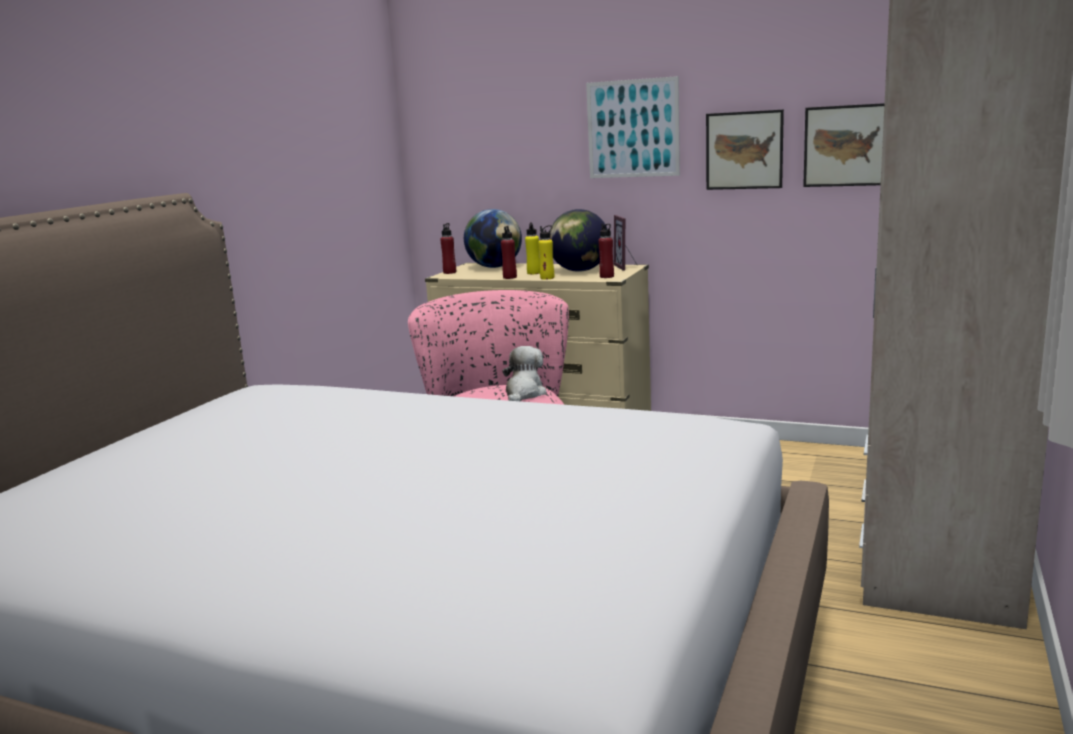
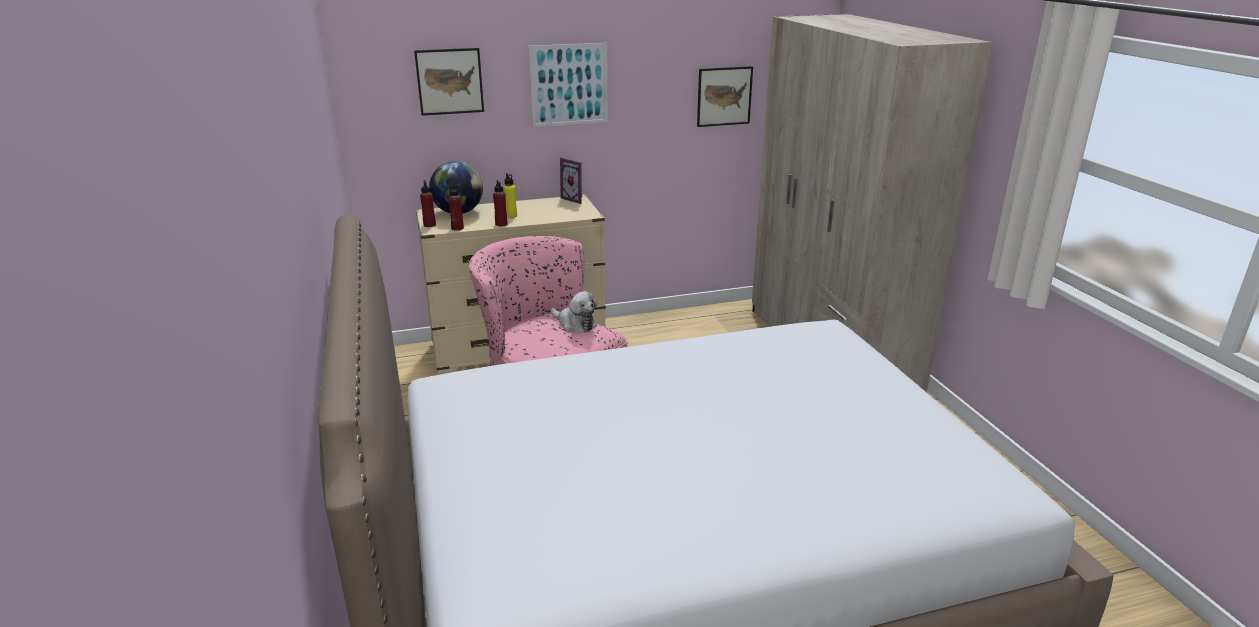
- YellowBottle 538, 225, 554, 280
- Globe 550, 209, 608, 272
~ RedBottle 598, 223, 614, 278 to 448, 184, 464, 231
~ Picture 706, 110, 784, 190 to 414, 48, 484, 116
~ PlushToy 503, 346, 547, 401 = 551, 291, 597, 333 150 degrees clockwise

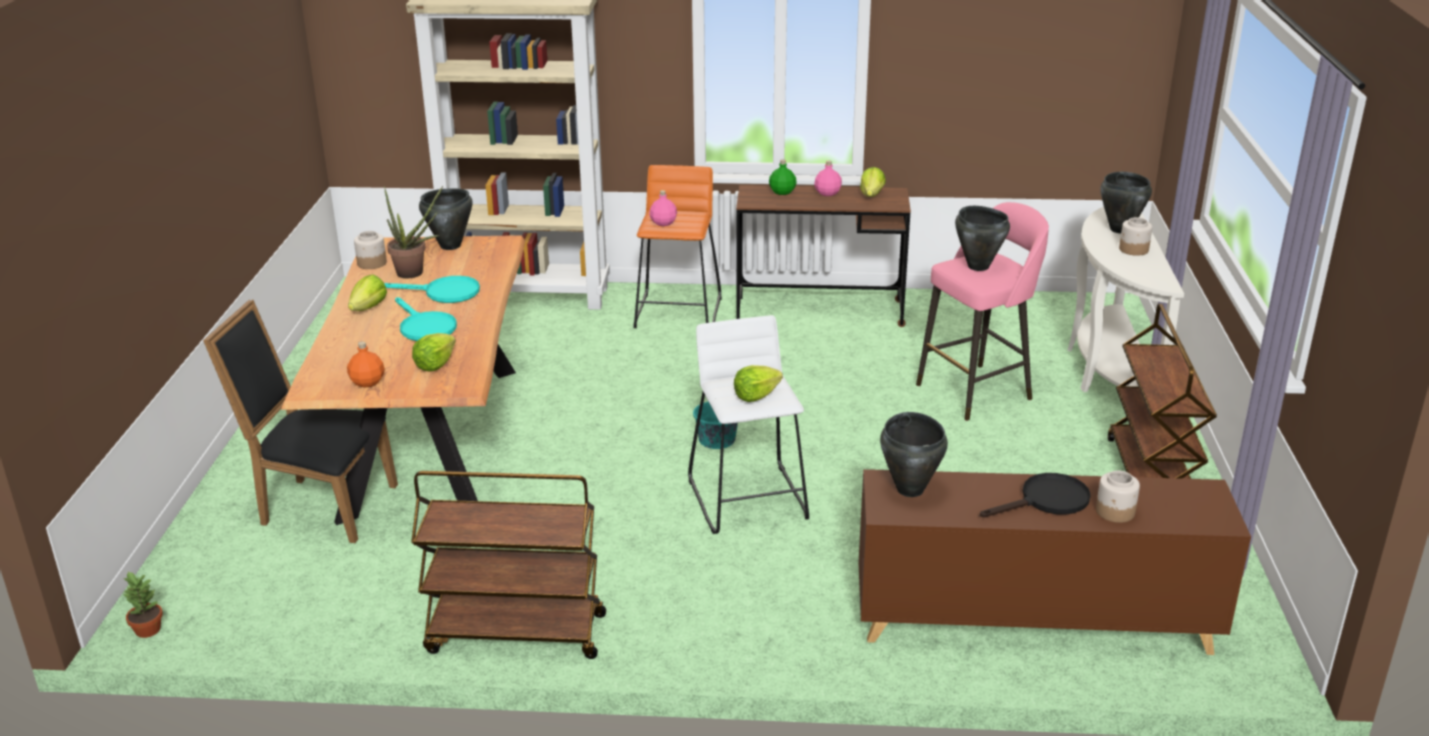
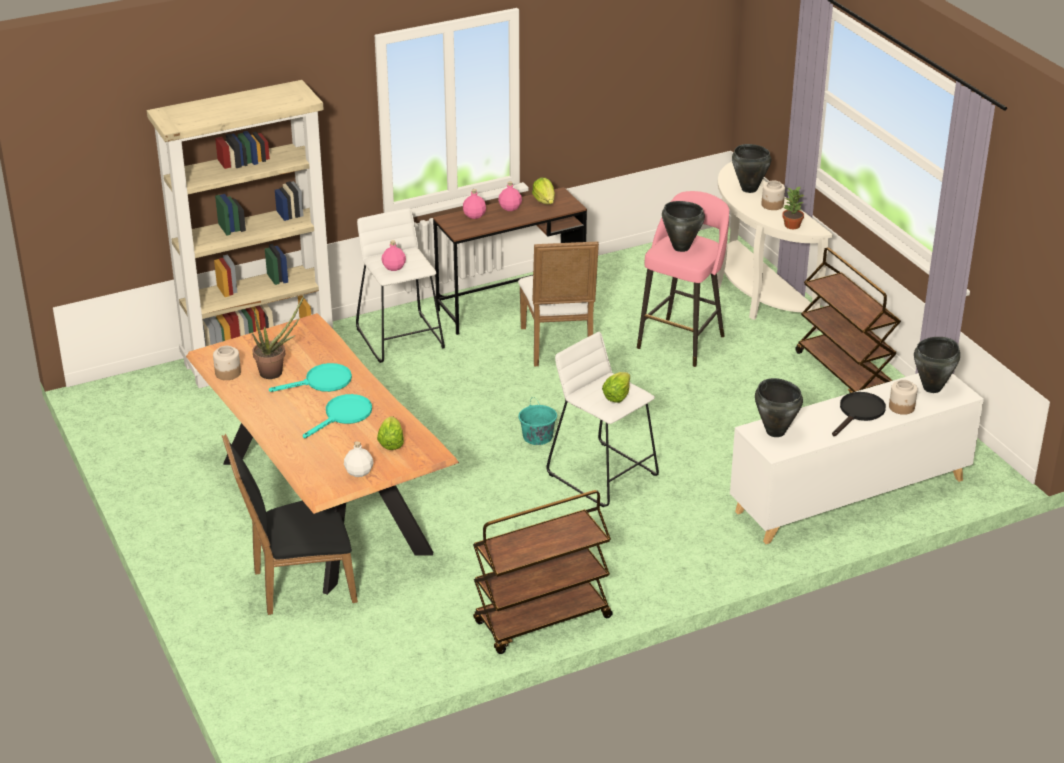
- Lettuce 348, 275, 387, 311
+ WhiteChair 518, 241, 599, 366
~ PottedPlant 122, 571, 163, 638 to 782, 186, 804, 229
~ BlackCookingPot 419, 188, 473, 250 to 914, 337, 960, 393
~ OrangeBottle 347, 341, 385, 388 to WhiteBottle 344, 441, 374, 477
~ OrangeStool 633, 165, 722, 328 to WhiteStool 356, 208, 445, 363
~ GreenBottle 769, 159, 797, 195 to PinkBottle 463, 189, 486, 219
~ BrownCabinet 858, 469, 1251, 655 to WhiteCabinet 730, 373, 984, 544
~ TurquoiseFryingPan 395, 297, 457, 341 = 303, 394, 372, 438 75 degrees counterclockwise

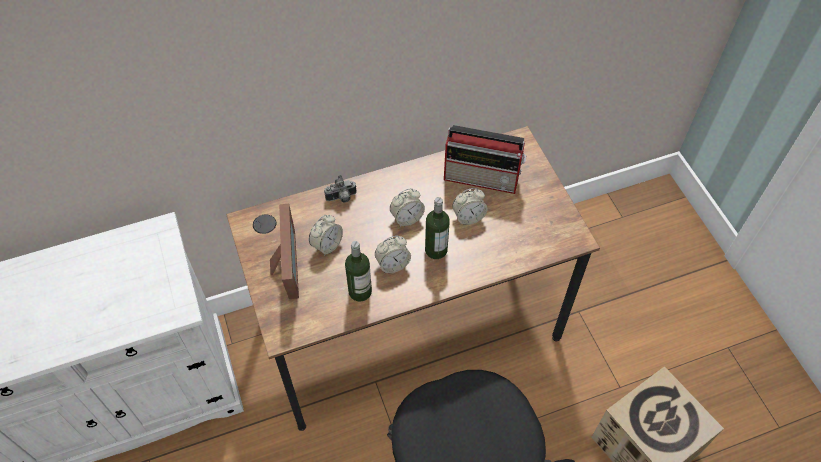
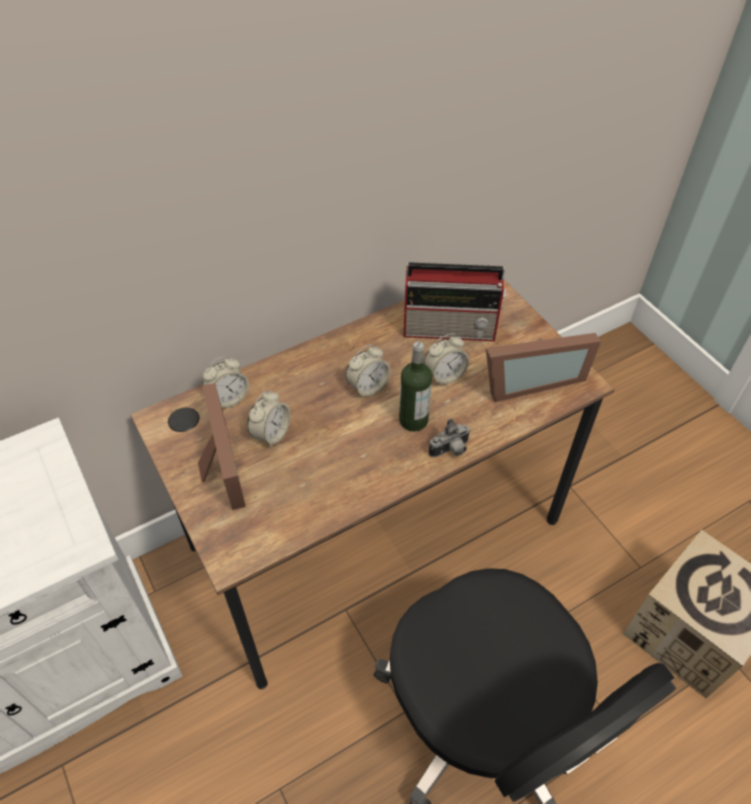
- Bottle 345, 241, 372, 302
+ PictureFrame 486, 333, 601, 402
~ PhotoCamera 324, 175, 357, 202 to 429, 419, 471, 457
~ AlarmClock 375, 236, 411, 273 to 202, 356, 249, 408

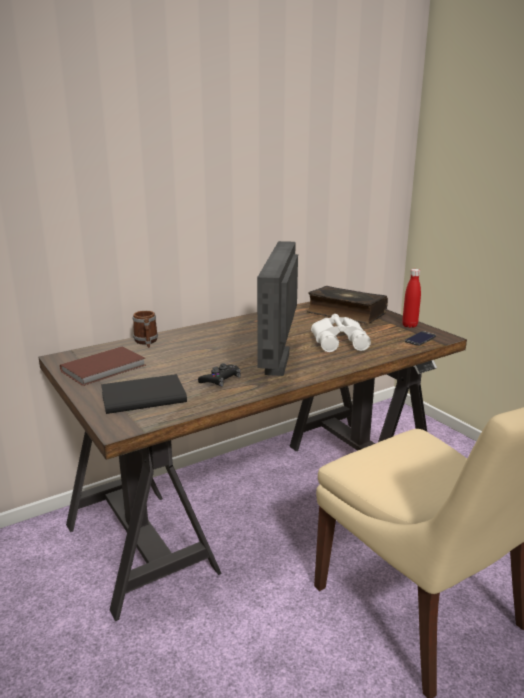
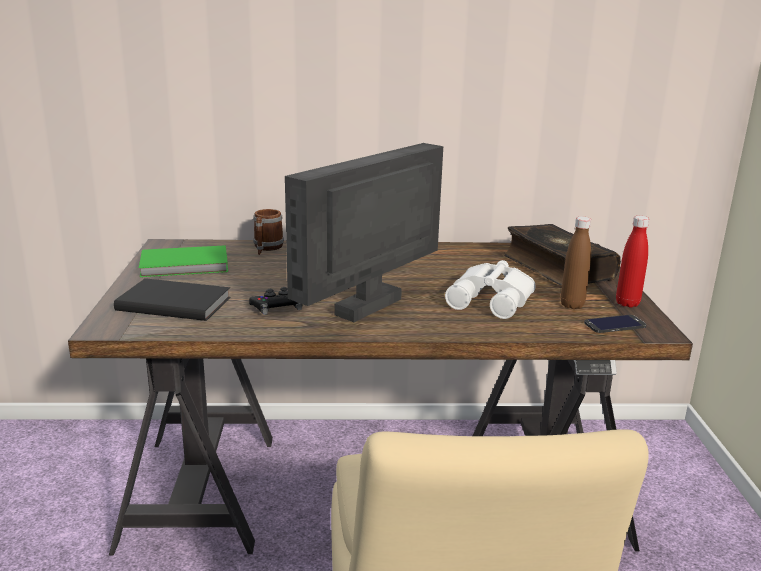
+ BrownBottle 561, 216, 591, 309
~ BrownBook 60, 346, 146, 386 to GreenBook 139, 245, 228, 277

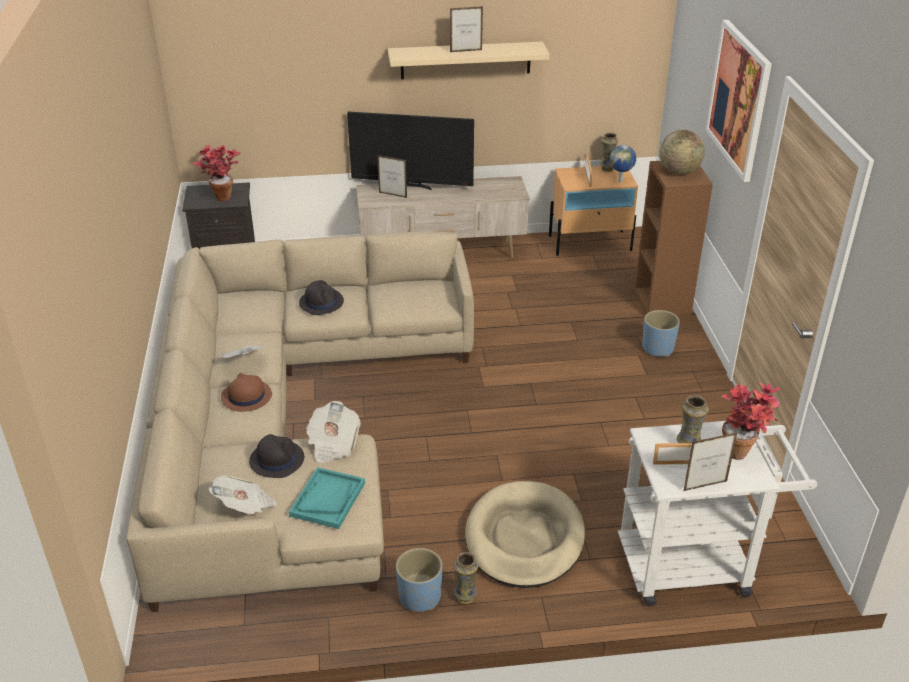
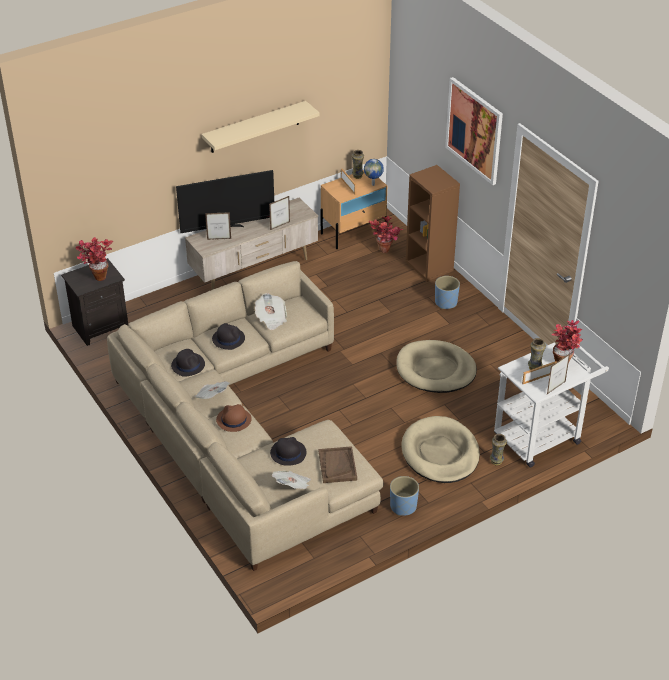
- Globe 660, 130, 705, 175
+ BlackHat 171, 349, 205, 377
+ PottedPlant 369, 216, 403, 253
+ BeigeDogBed 396, 340, 477, 393
~ Newspaper 306, 401, 361, 463 to 255, 293, 287, 330
~ PictureFrame 450, 6, 483, 52 to 269, 196, 290, 230
~ Vase 454, 552, 478, 604 to 490, 434, 507, 466
~ TurquoiseTray 289, 467, 365, 529 to BrownTray 319, 446, 357, 483

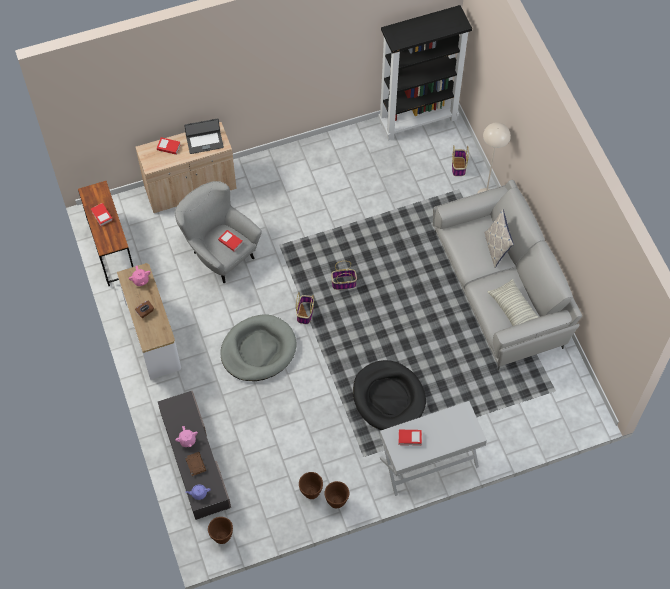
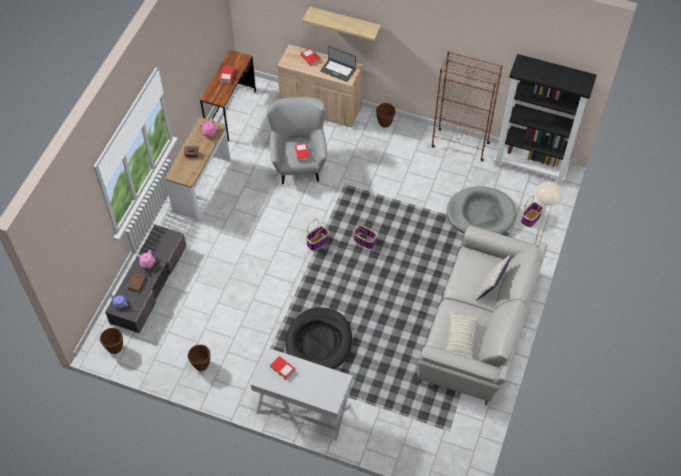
+ Shelf 302, 6, 381, 41
+ BrownBookcase 431, 51, 503, 161
~ GreyDogBed 220, 315, 296, 381 to 447, 186, 516, 234
~ BrownPlanter 324, 481, 349, 508 to 376, 103, 396, 128

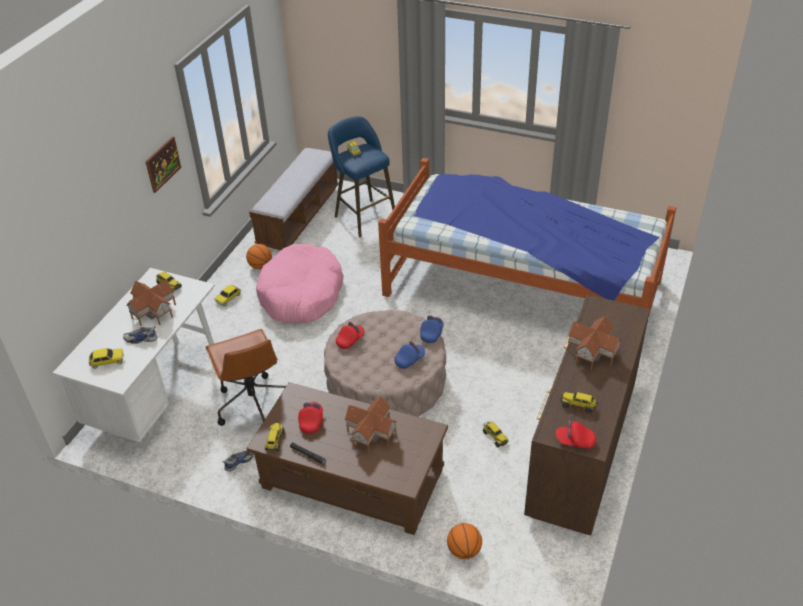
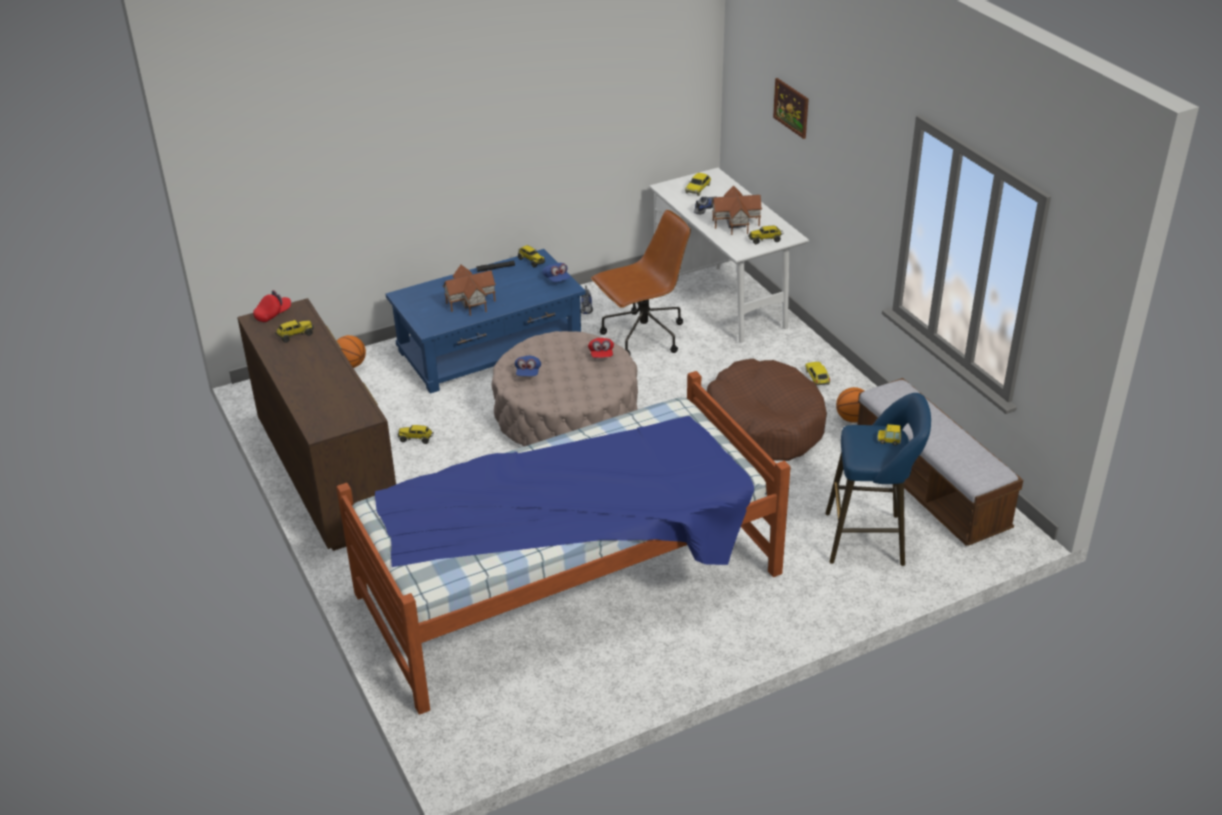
- RedCap 298, 402, 323, 434
- ToyHouse 568, 316, 622, 370
~ Picture 145, 136, 181, 193 to 773, 78, 809, 139
~ BlueCap 420, 315, 444, 343 to 542, 263, 570, 282
~ BrownCoffeeTable 247, 382, 448, 535 to BlueCoffeeTable 386, 249, 586, 394
~ PinkDogBed 256, 244, 343, 324 to BrownDogBed 707, 359, 827, 461
~ BrownOfficeChair 205, 329, 286, 426 = 591, 210, 691, 356 135 degrees clockwise

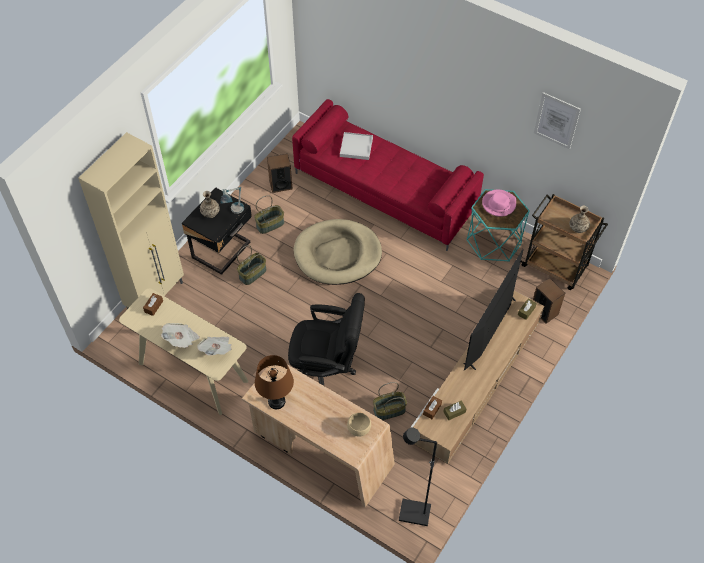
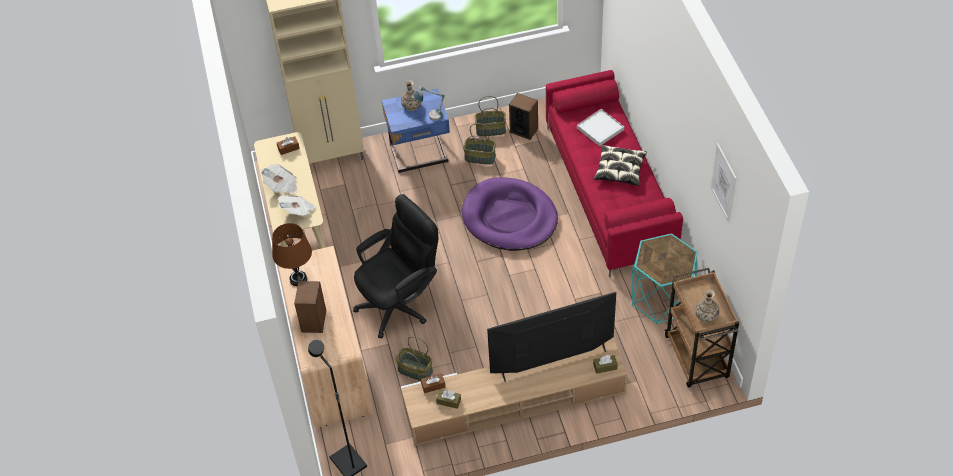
- BeigeBowl 347, 413, 371, 437
- PinkHat 482, 190, 516, 217
+ Pillow 594, 145, 647, 186
~ Basket 237, 245, 267, 285 to 474, 96, 506, 136
~ Speaker 533, 278, 565, 324 to 294, 281, 326, 333
~ BlackNightstand 182, 187, 252, 275 to BlueNightstand 382, 88, 450, 173
~ BeigeDogBed 293, 219, 382, 285 to PurpleDogBed 462, 177, 558, 251
~ BlackOfficeChair 288, 293, 365, 386 = 353, 194, 438, 338 90 degrees counterclockwise

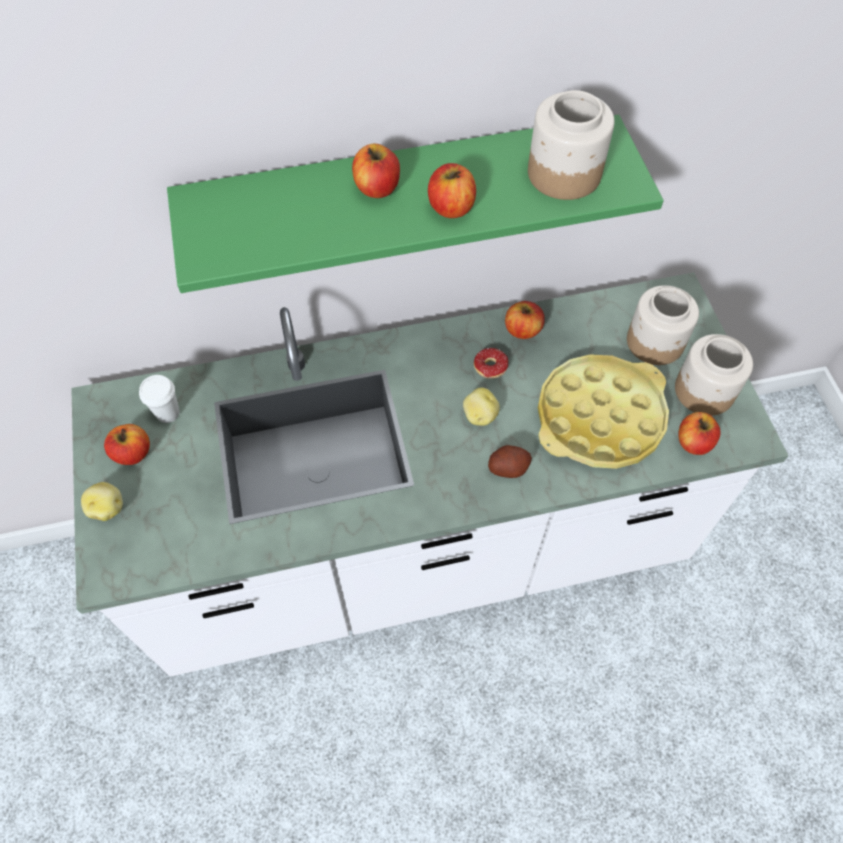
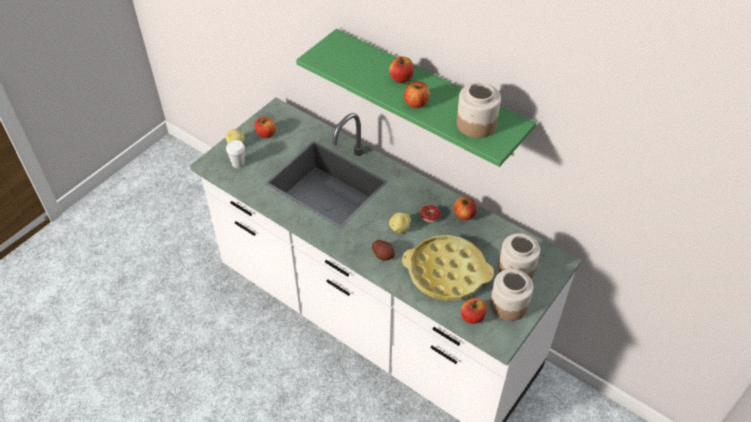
~ WhiteCup 139, 375, 180, 423 to 226, 140, 245, 168

